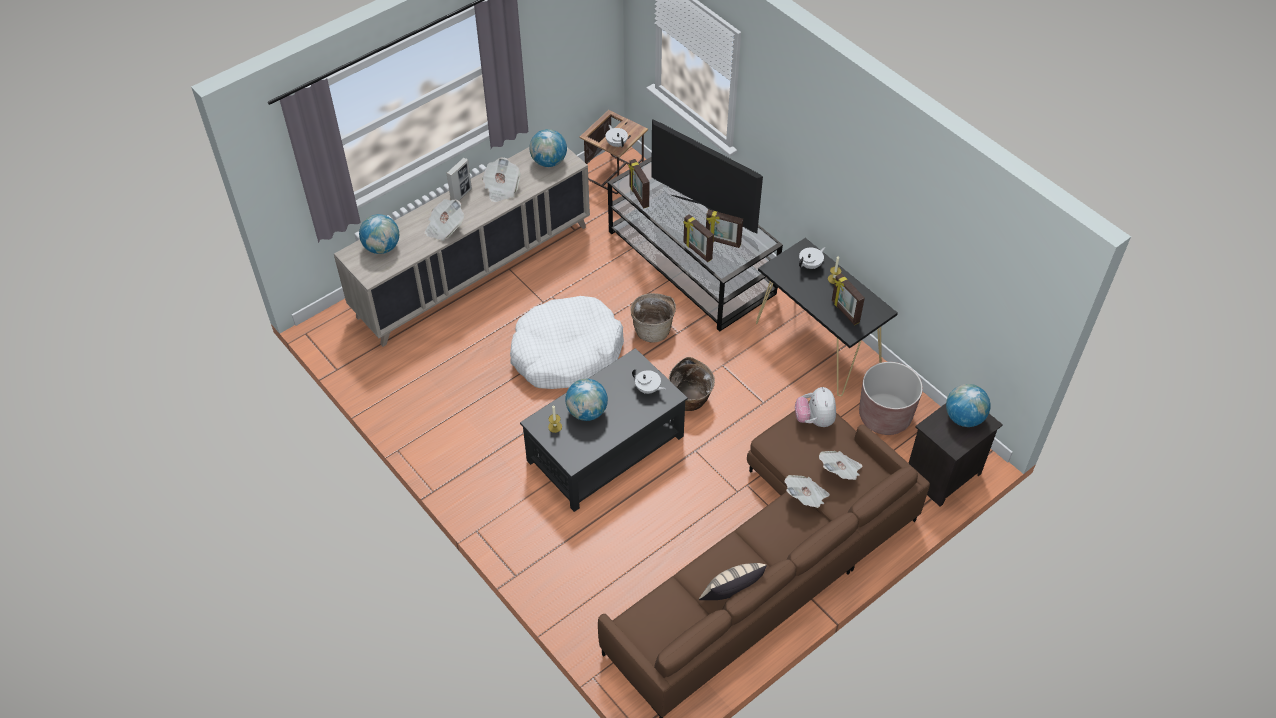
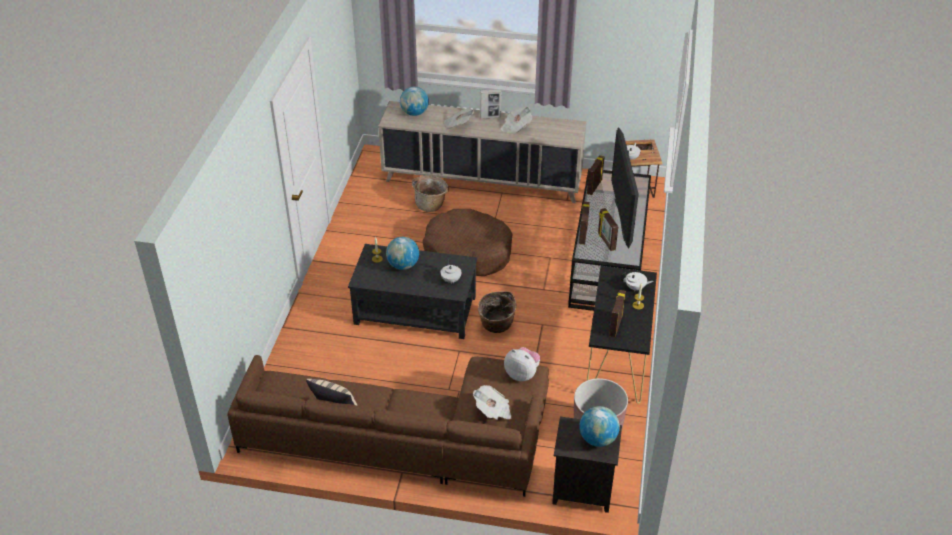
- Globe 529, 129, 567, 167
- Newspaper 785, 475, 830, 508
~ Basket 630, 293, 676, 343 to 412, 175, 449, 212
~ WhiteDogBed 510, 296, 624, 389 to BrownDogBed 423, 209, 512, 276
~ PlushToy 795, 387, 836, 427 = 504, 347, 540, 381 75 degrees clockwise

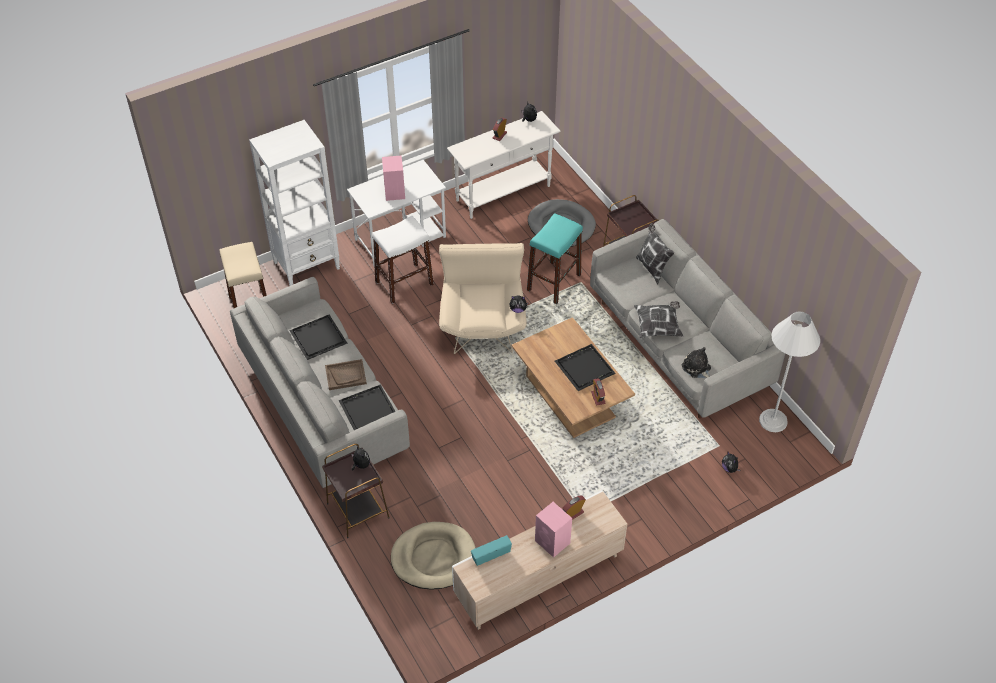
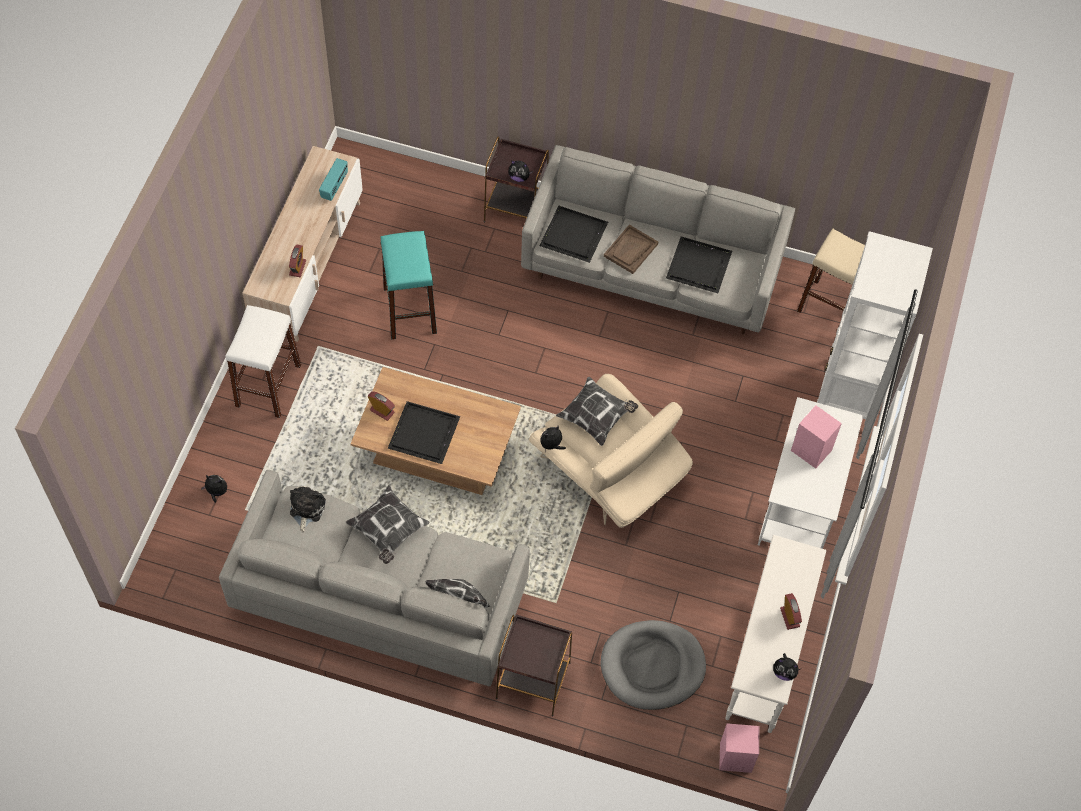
- BeigeDogBed 391, 522, 475, 589
- WhiteFloorLamp 759, 311, 820, 432
+ Pillow 556, 377, 638, 446
~ WhiteStool 372, 216, 434, 304 to 225, 305, 301, 418
~ TurquoiseStool 527, 213, 583, 304 to 380, 231, 437, 339
~ PinkSpeaker 535, 502, 572, 558 to 719, 723, 760, 773
~ PlushToy 682, 347, 711, 378 = 290, 486, 326, 532 90 degrees counterclockwise

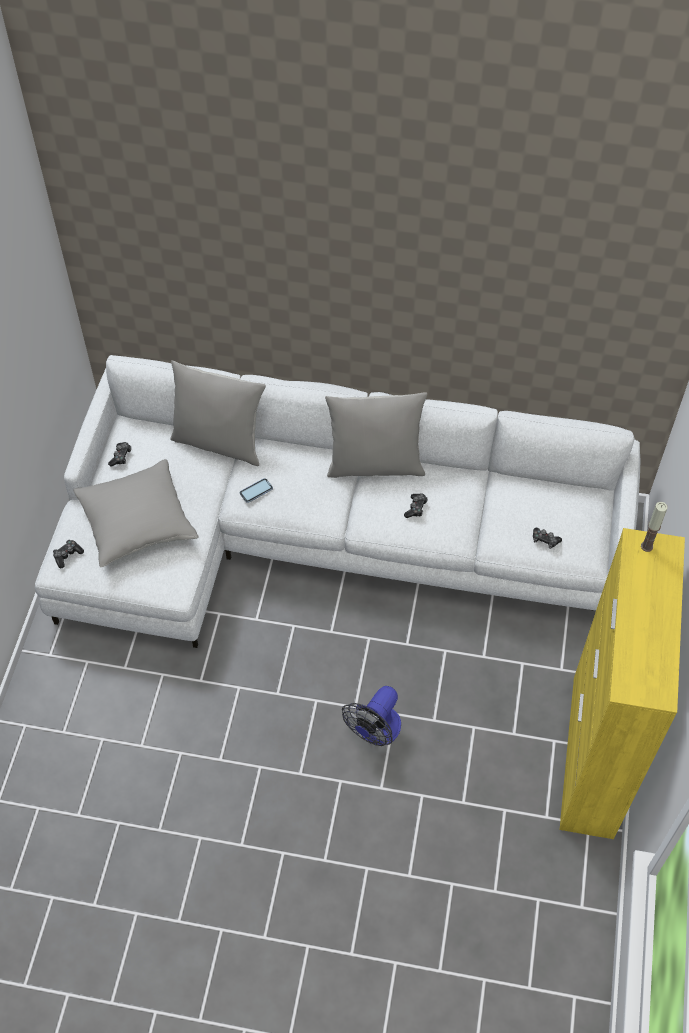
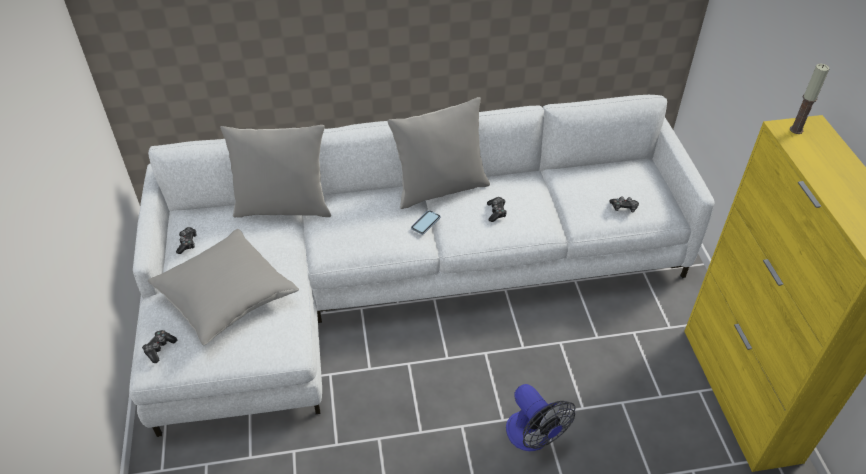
~ Phone 240, 478, 273, 503 to 411, 210, 440, 235
~ Fan 342, 686, 401, 746 = 506, 384, 576, 451 45 degrees counterclockwise

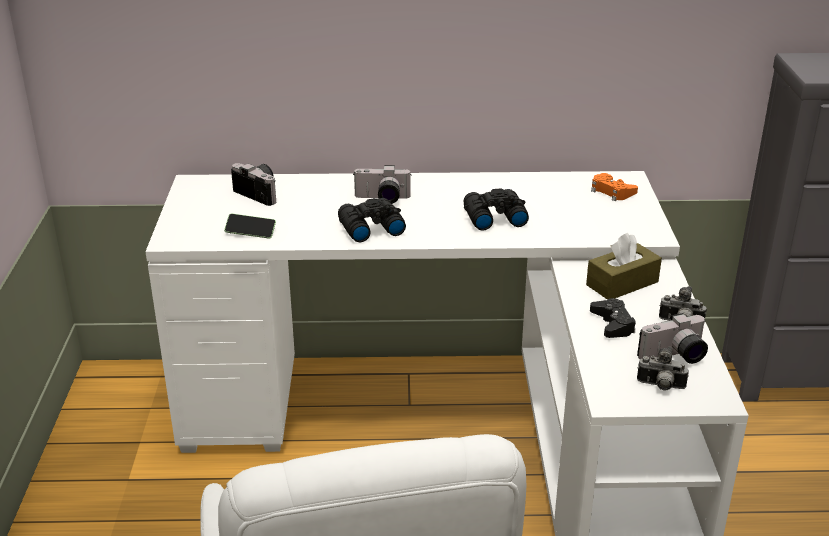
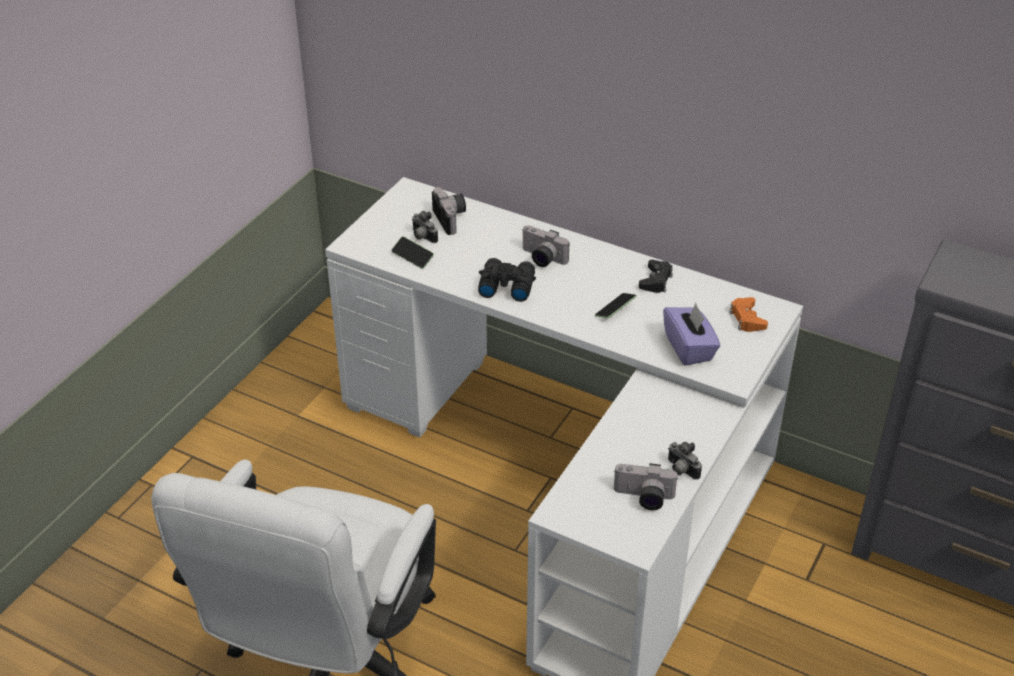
- BrownTissueBox 586, 233, 662, 299
+ PurpleTissueBox 663, 303, 720, 366
~ BlackGameController 590, 298, 636, 338 to 639, 260, 673, 293
~ PhotoCamera 637, 347, 689, 391 to 412, 211, 438, 243
~ BlackBinoculars 464, 188, 529, 231 to Phone 595, 293, 637, 318

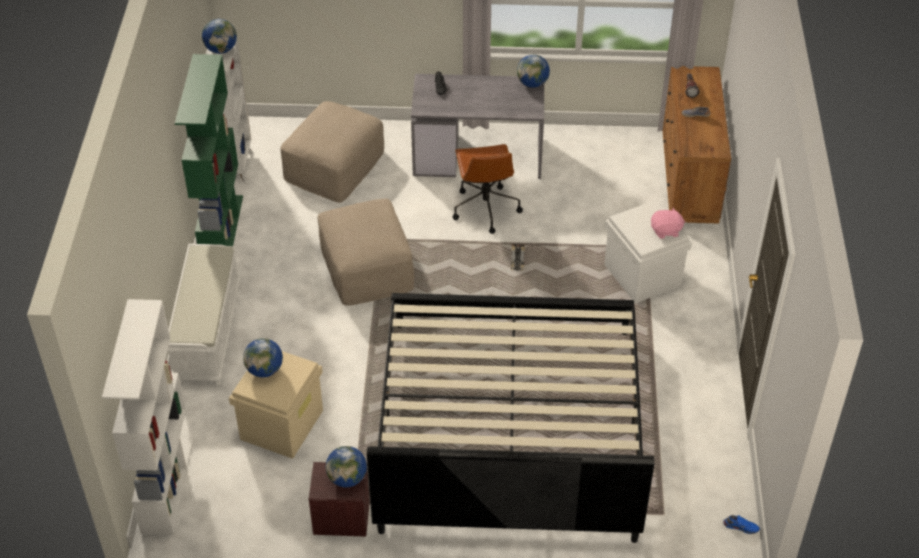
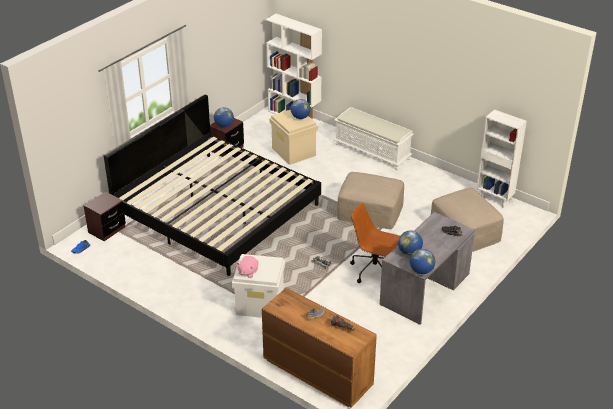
- GreenBookcase 175, 54, 243, 246
+ BrownNightstand 83, 192, 126, 241
~ Globe 202, 19, 237, 54 to 398, 231, 423, 255

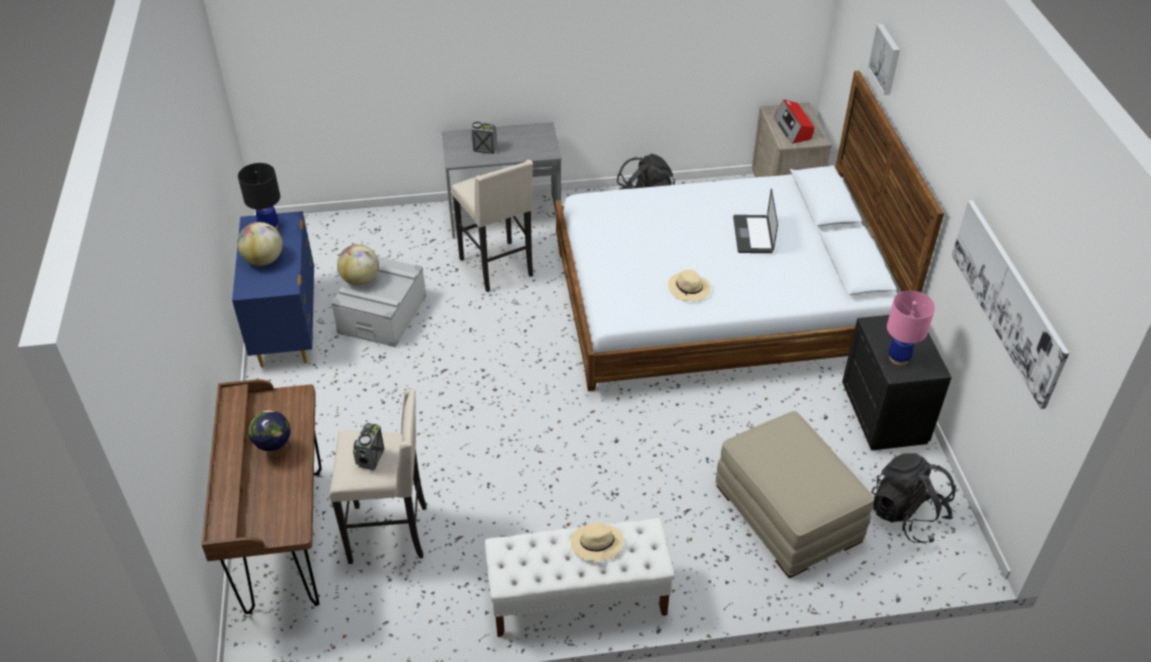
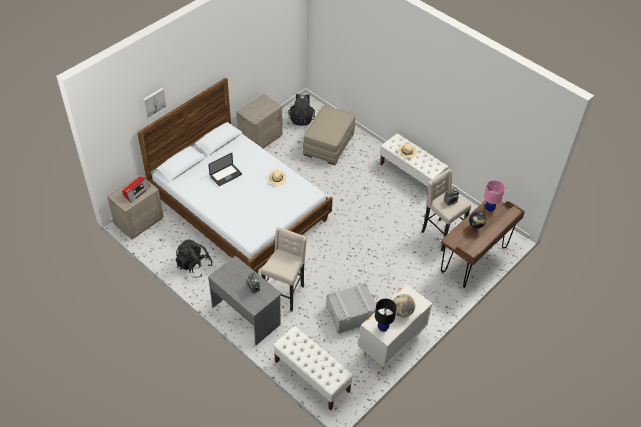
- Globe 337, 244, 379, 286
- Picture 952, 200, 1069, 409
+ WhiteBench 273, 326, 354, 411
~ PinkTableLamp 887, 291, 935, 365 to 484, 180, 505, 213
~ BlueDresser 232, 211, 314, 368 to WhiteDresser 359, 284, 432, 369
~ BlackNightstand 842, 315, 952, 451 to BeigeNightstand 237, 94, 283, 149

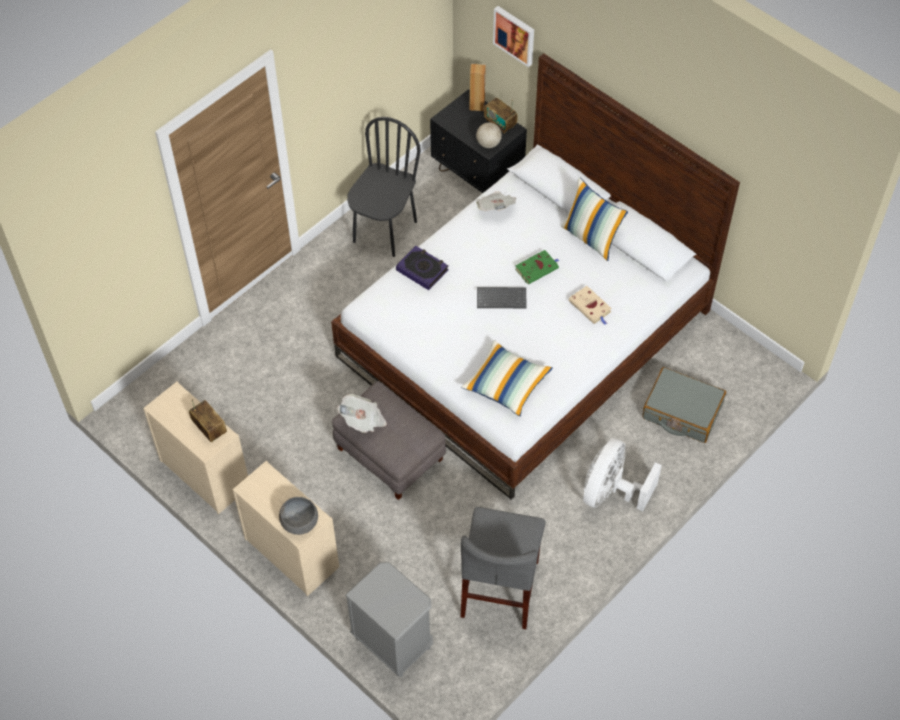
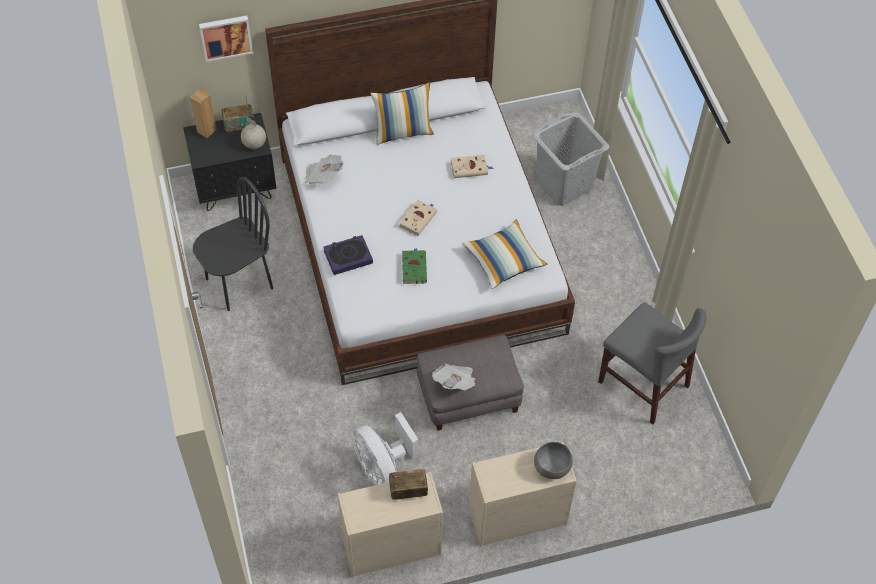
- GreyNightstand 345, 562, 433, 677
~ GreenBook 515, 250, 559, 285 to 402, 248, 427, 284
~ WhiteFan 583, 438, 662, 511 to 354, 412, 419, 485
~ Keyboard 477, 287, 527, 308 to BeigeBook 399, 200, 437, 236
~ GreySuitcase 642, 367, 726, 443 to GreyLaundryBasket 532, 112, 609, 206
~ BlackChair 347, 117, 421, 257 = 193, 177, 273, 311 90 degrees clockwise

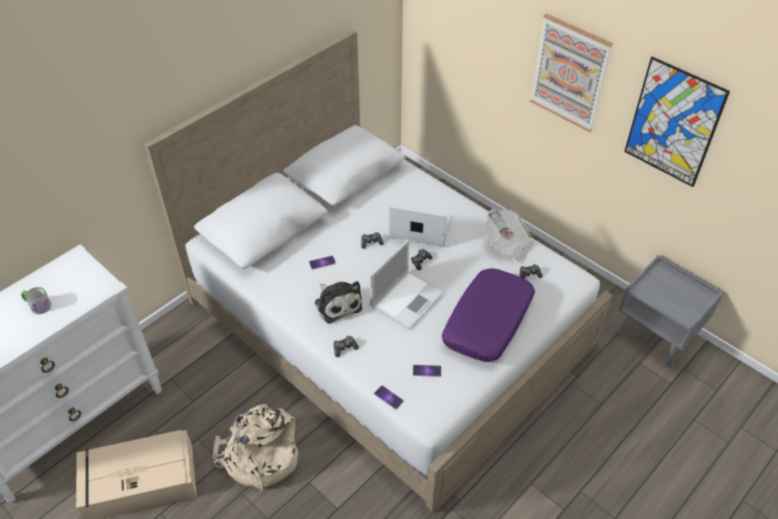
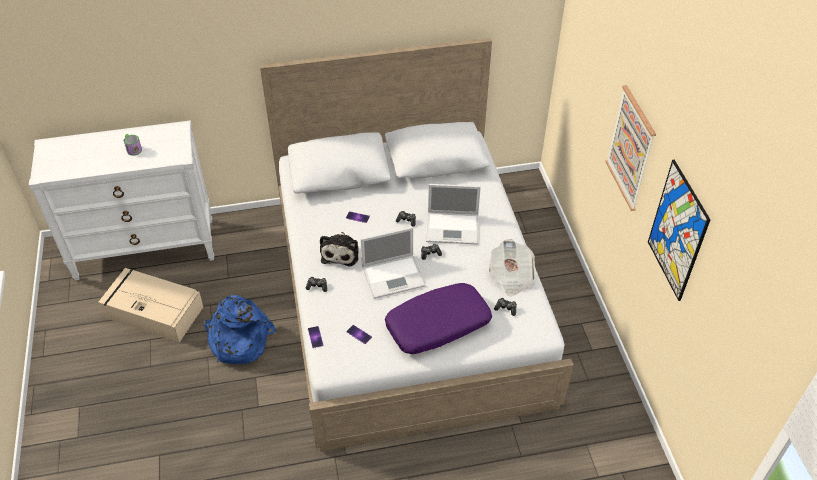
- GreyNightstand 618, 255, 724, 367
~ BeigeBackpack 213, 404, 298, 491 to BlueBackpack 203, 295, 276, 364
~ Laptop 389, 205, 452, 247 = 426, 184, 481, 244 135 degrees clockwise

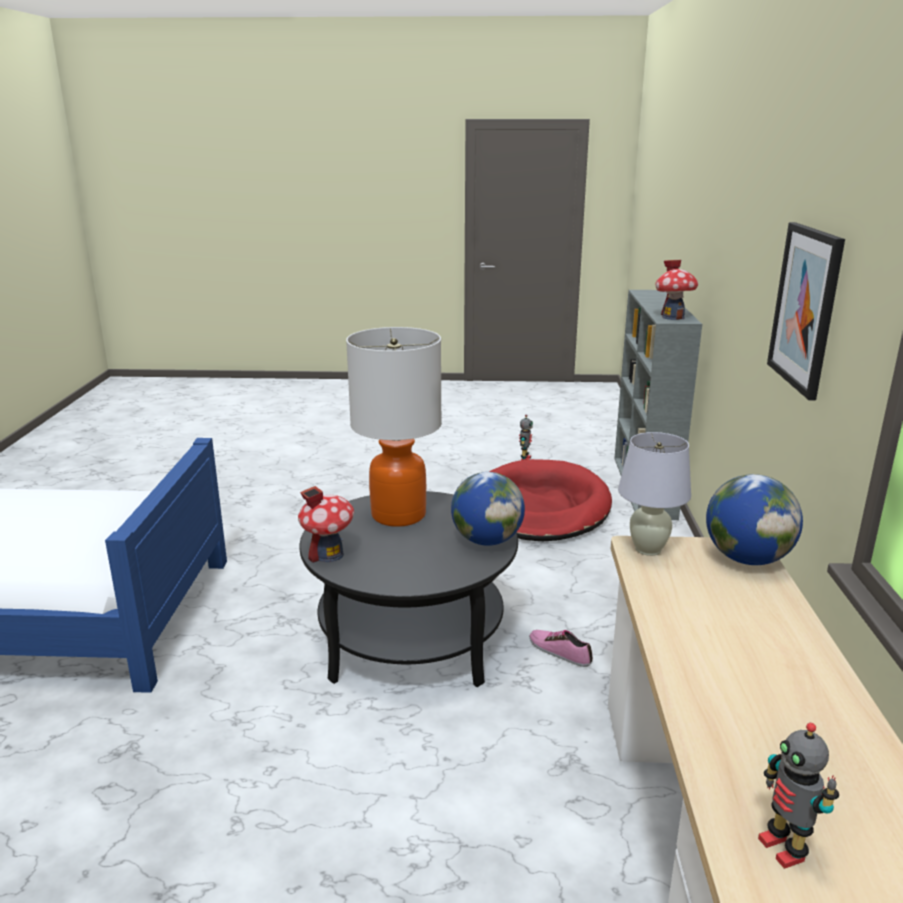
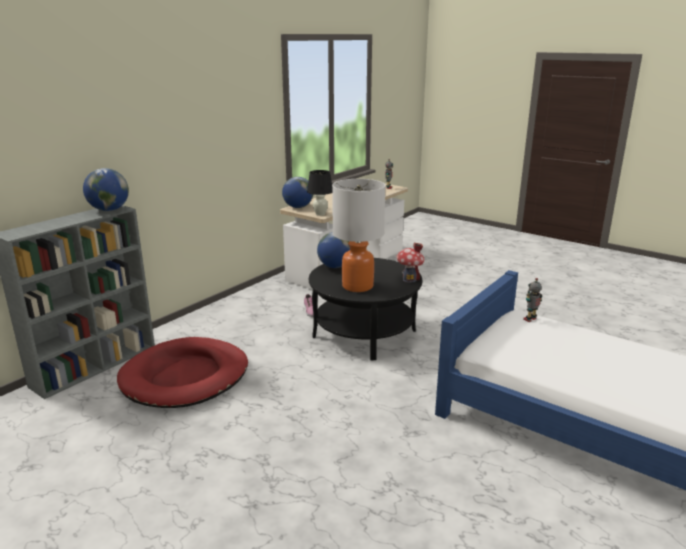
- Picture 767, 222, 845, 400
~ ToyRobot 519, 414, 533, 460 to 523, 278, 542, 322
~ ToyHouse 656, 260, 698, 320 to Globe 83, 168, 129, 211
~ WhiteTableLamp 618, 432, 691, 556 to BlackTableLamp 307, 170, 332, 216

